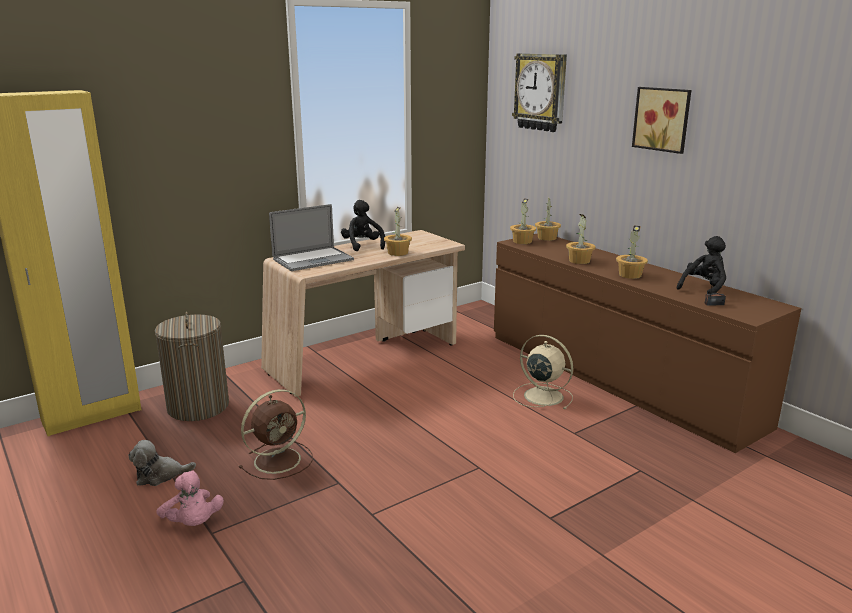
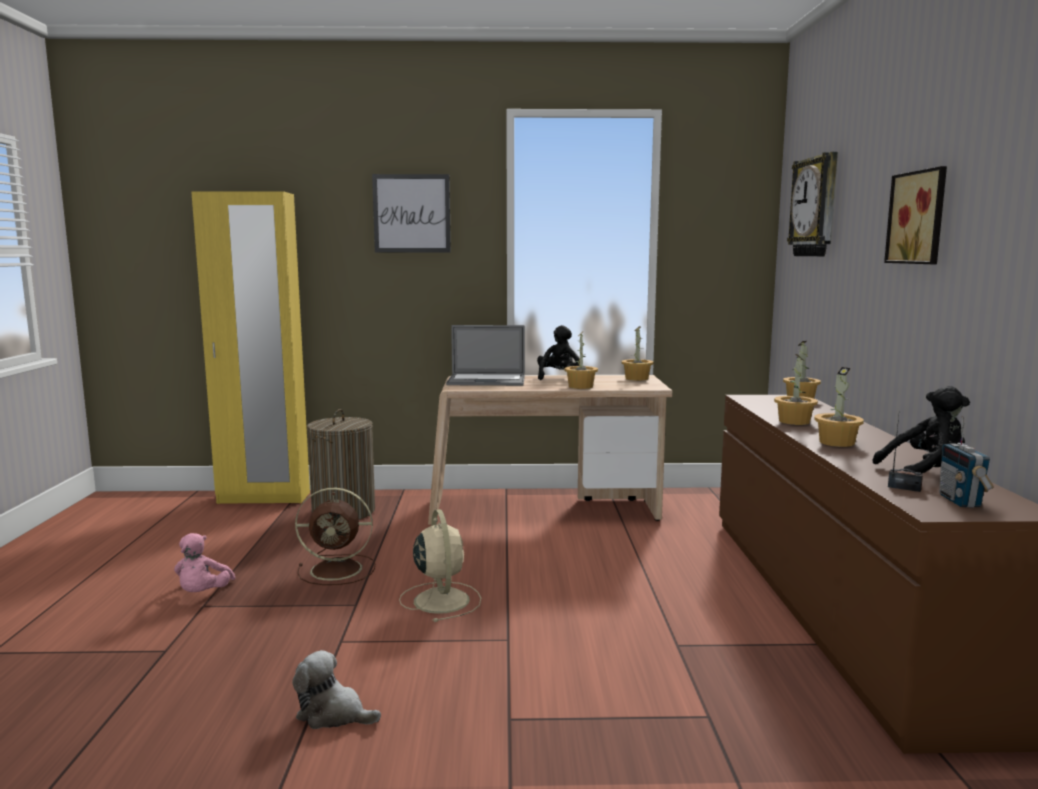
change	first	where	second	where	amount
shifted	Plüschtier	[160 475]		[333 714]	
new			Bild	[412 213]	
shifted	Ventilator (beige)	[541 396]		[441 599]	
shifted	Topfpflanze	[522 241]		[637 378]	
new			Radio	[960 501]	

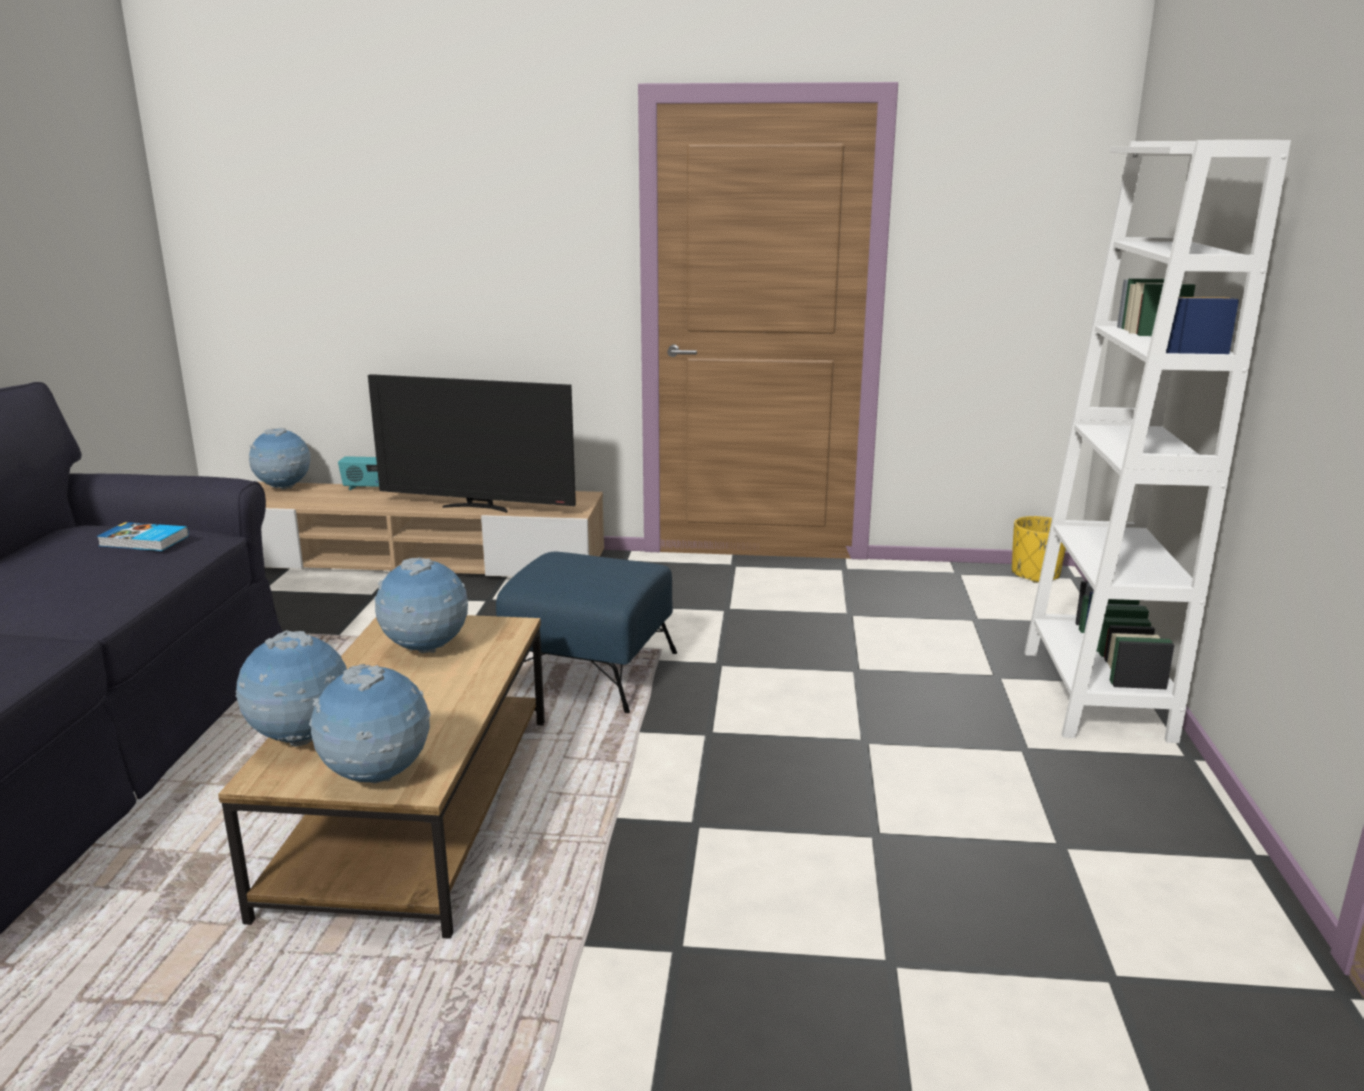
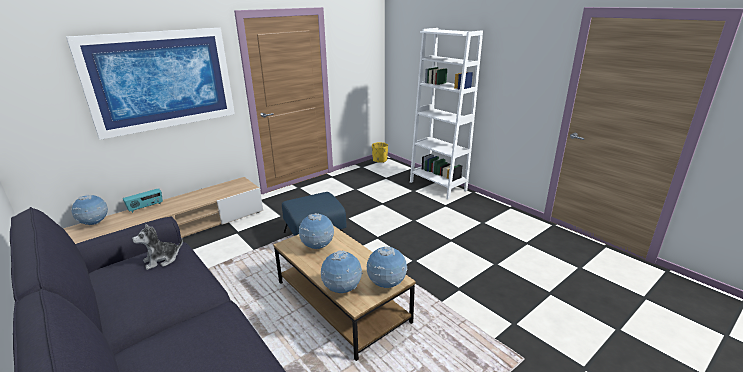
change	first	where	second	where	amount
new			Bild	[161 80]	
swapped	Buch	[143 541]	Plüschtier	[162 260]	
gone	Fernseher	[478 507]			

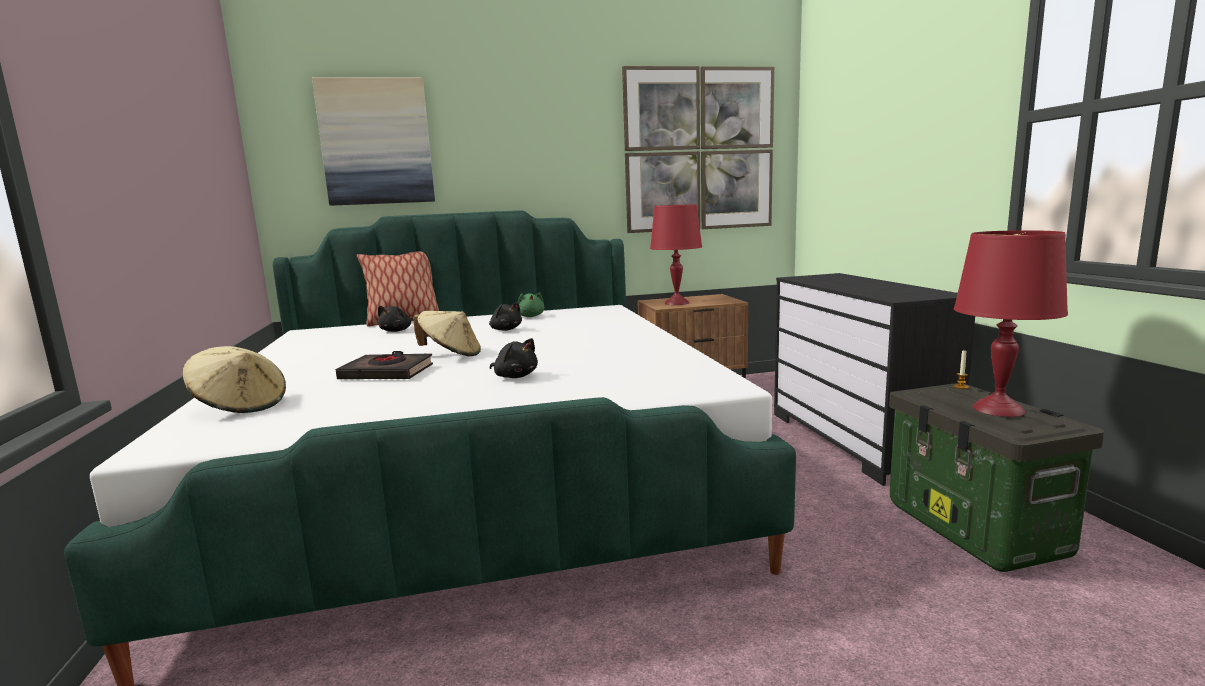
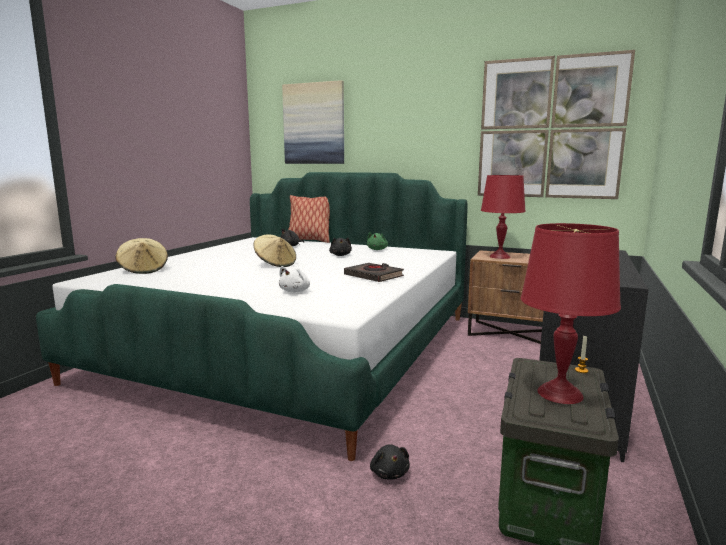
change	first	where	second	where	amount
new			Plüschtier (weiß)	[295 291]	
shifted	Buch (schwarz)	[387 373]		[374 276]	
shifted	Plüschtier (schwarz)	[515 376]		[389 473]	

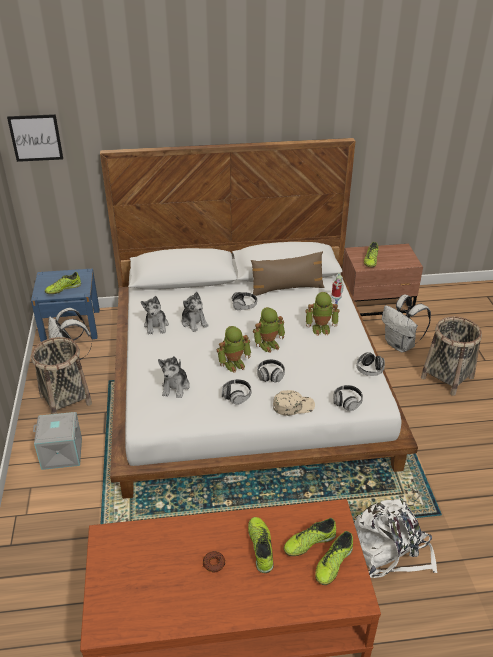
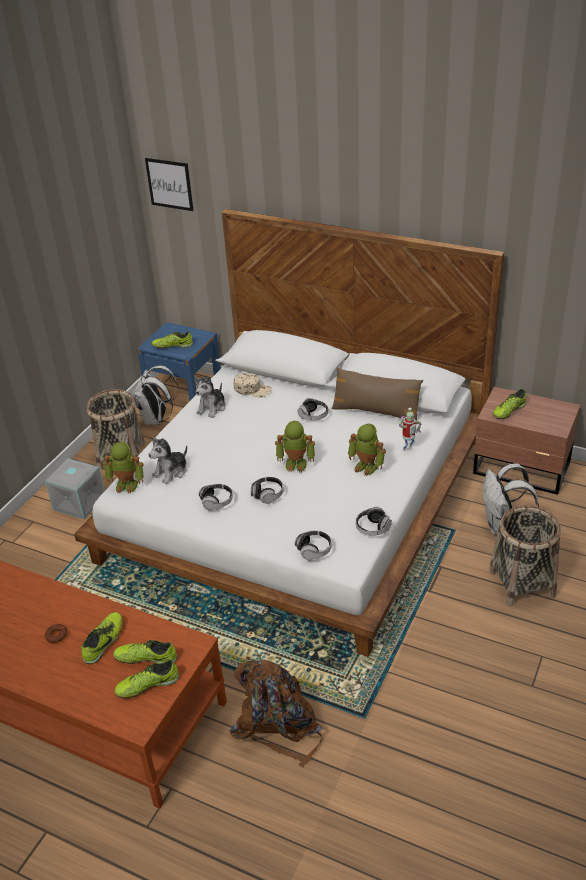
change	first	where	second	where	amount
shifted	Spielzeugroboter	[234 363]		[127 484]	
repainted	Rucksack (weiß)	[390 551]	Rucksack (braun)	[278 724]	
shifted	Kappe (beige)	[293 406]		[252 389]	
gone	Plüschtier	[194 322]			

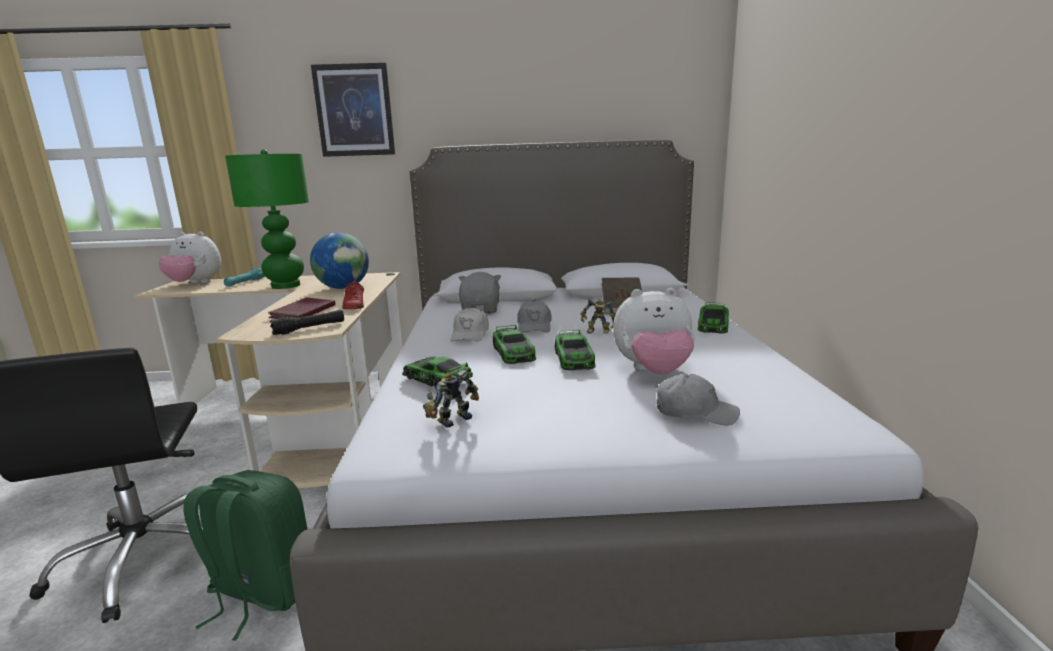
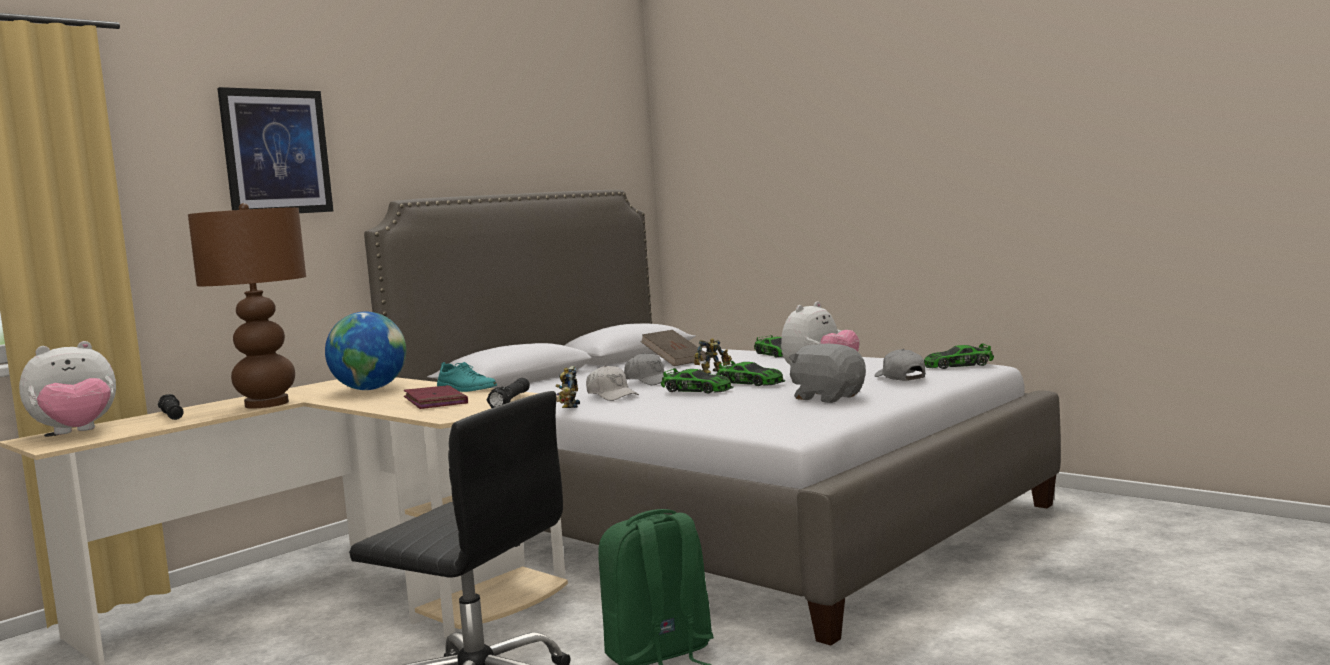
change	first	where	second	where	amount
repainted	Taschenlampe (türkis)	[245 282]	Taschenlampe (schwarz)	[172 416]	
repainted	Tischlampe (grün)	[285 286]	Tischlampe (braun)	[267 404]	
repainted	Schuh (rot)	[354 305]	Schuh (türkis)	[466 389]	
shifted	Spielzeugroboter	[452 419]		[568 406]	
shifted	Plüschtier (grau)	[481 310]		[827 397]	
rotated	Kappe (grau)	[694 412]		[900 378]	75 degrees counterclockwise
shifted	Spielzeugauto	[436 378]		[957 365]	

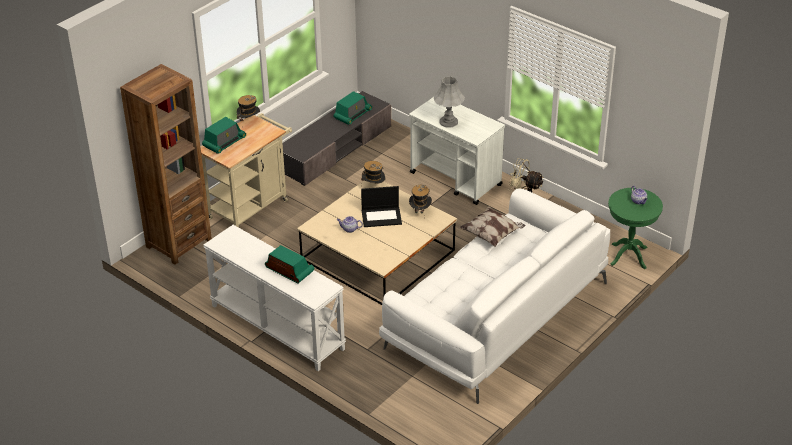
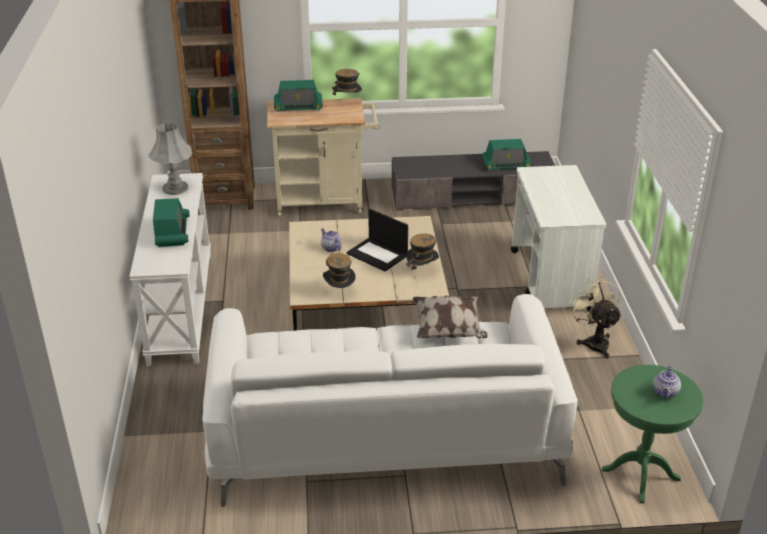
change	first	where	second	where	amount
shifted	Tischlampe (grau)	[448 122]		[175 188]	
shifted	Hut	[373 187]		[339 292]	

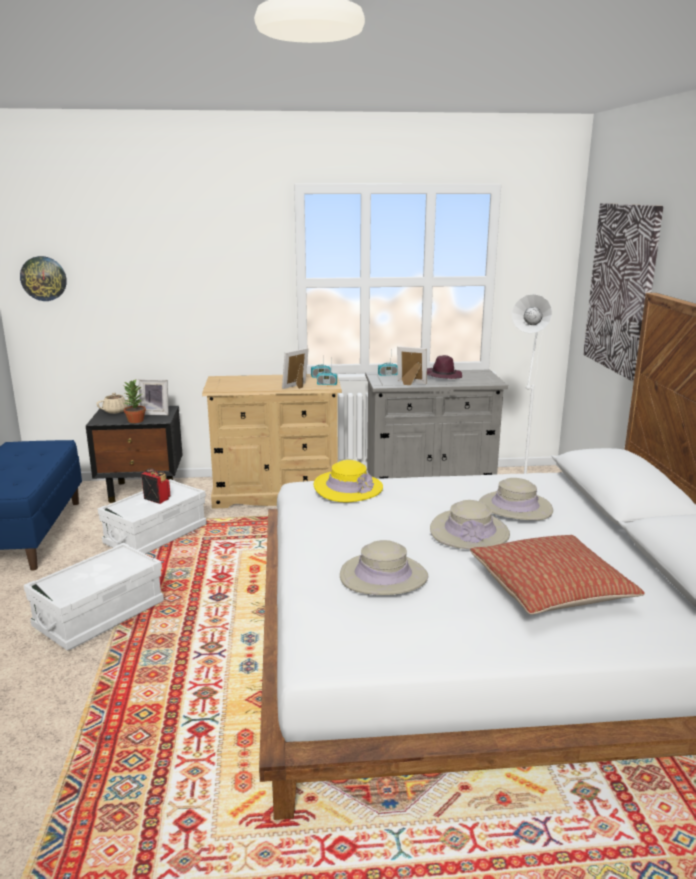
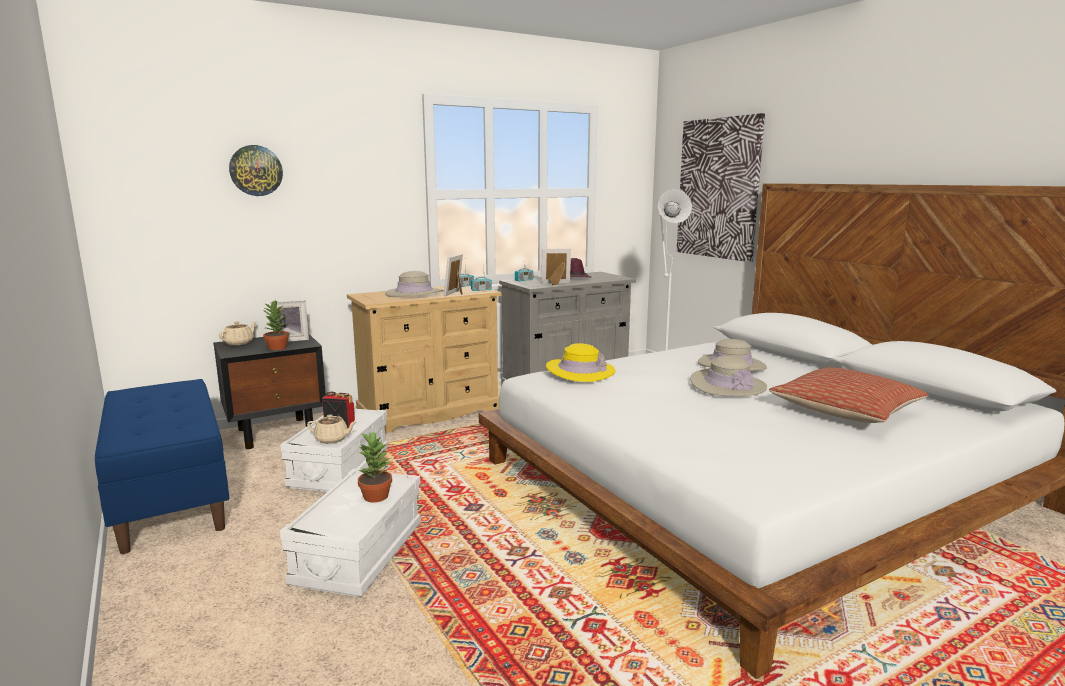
change	first	where	second	where	amount
shifted	Wanduhr	[43 278]		[256 170]	
new			Teekanne (beige)	[332 439]	
new			Topfpflanze	[375 496]	
shifted	Hut (beige)	[383 576]		[414 293]	

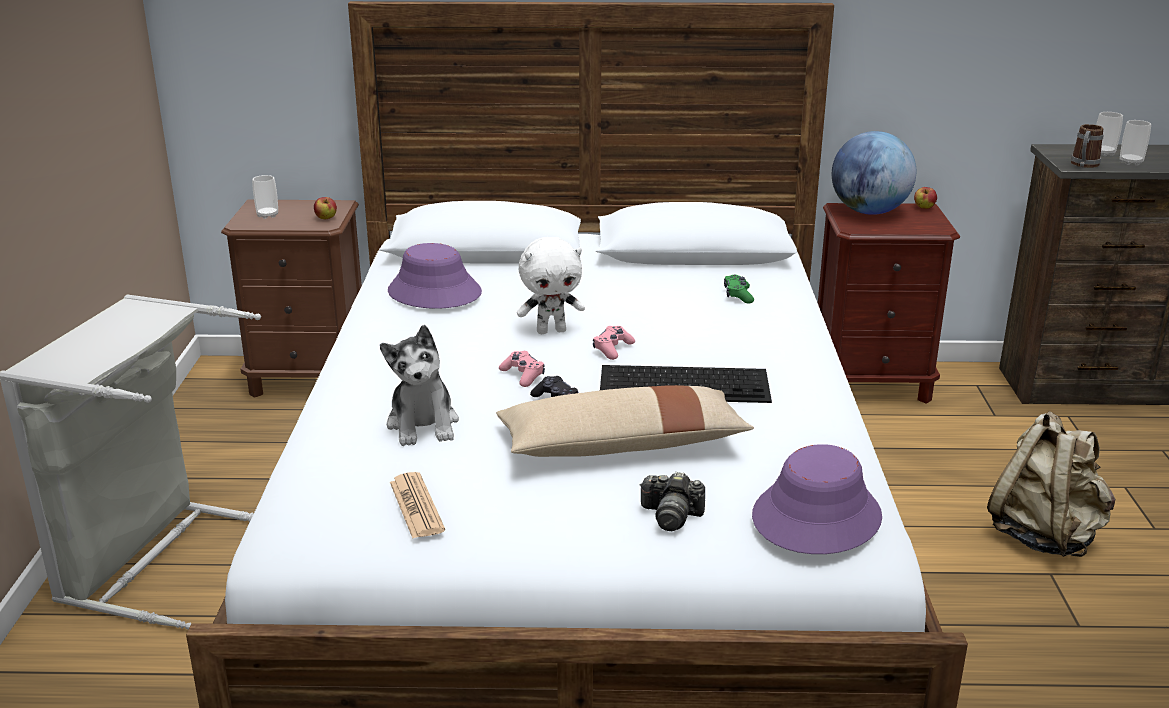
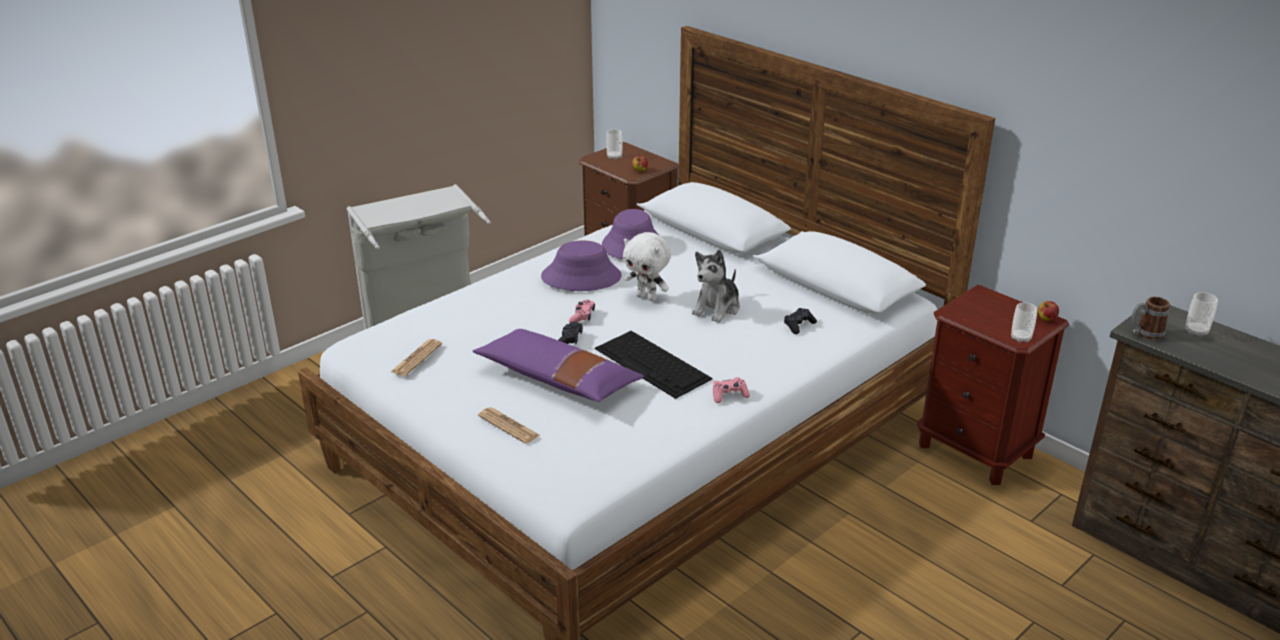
change	first	where	second	where	amount
repainted	Kissen (beige)	[622 445]	Kissen (lila)	[558 379]	
swapped	Kamera	[671 516]	Zeitung	[508 426]	
shifted	Hut (lila)	[816 517]		[581 277]	
shifted	Plüschtier	[423 424]		[717 308]	
shifted	Gamepad (rosa)	[612 349]		[729 395]	
repainted	Gamepad (grün)	[738 295]	Gamepad (schwarz)	[799 325]	
shifted	Tasse	[1130 162]		[1020 338]	
gone	Globus	[869 212]			
gone	Rucksack (beige)	[1044 536]			

